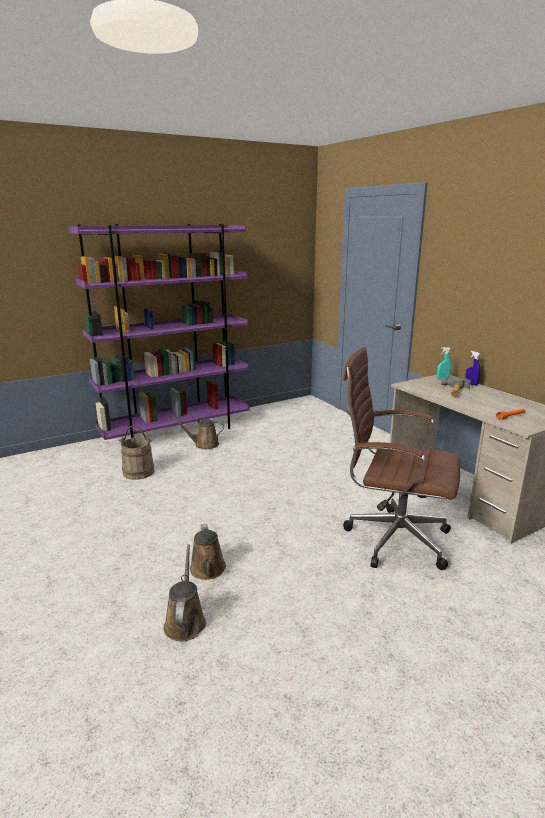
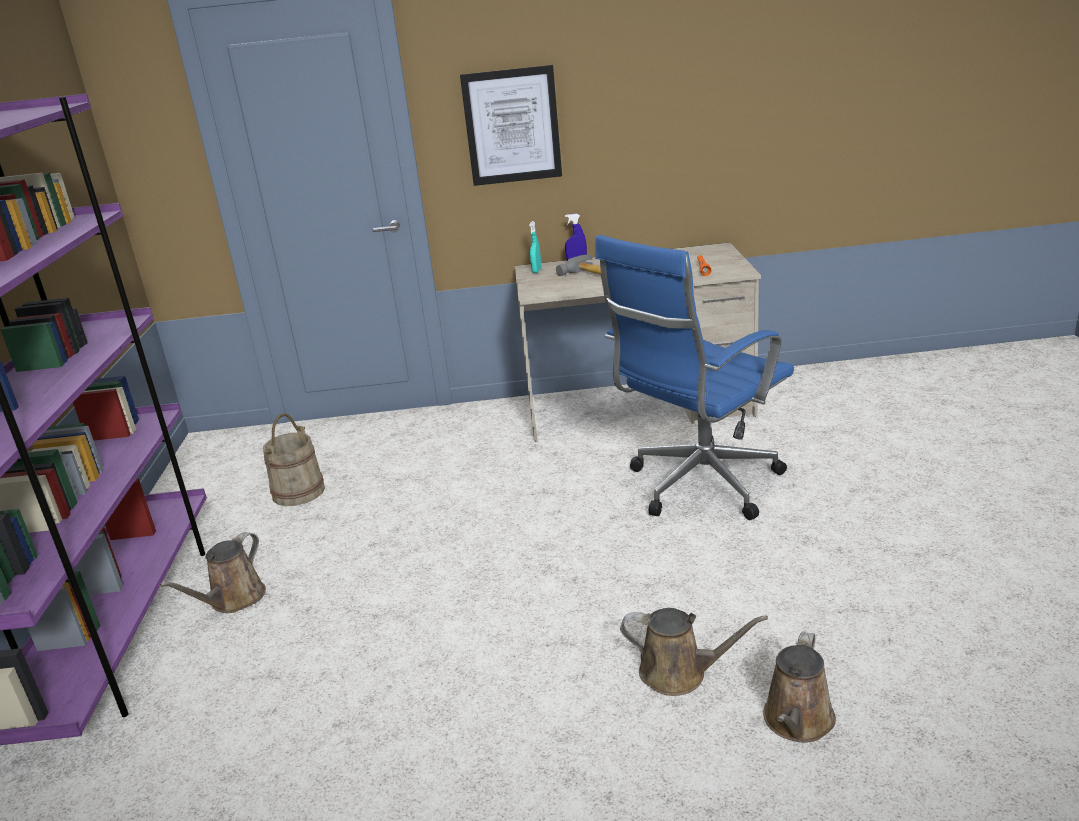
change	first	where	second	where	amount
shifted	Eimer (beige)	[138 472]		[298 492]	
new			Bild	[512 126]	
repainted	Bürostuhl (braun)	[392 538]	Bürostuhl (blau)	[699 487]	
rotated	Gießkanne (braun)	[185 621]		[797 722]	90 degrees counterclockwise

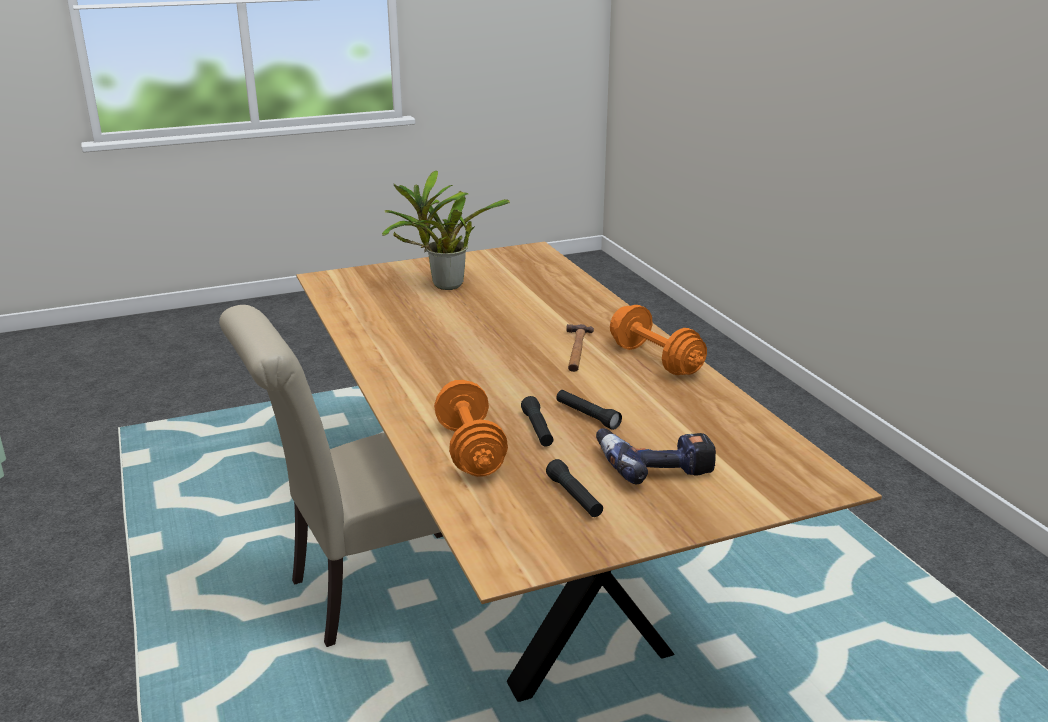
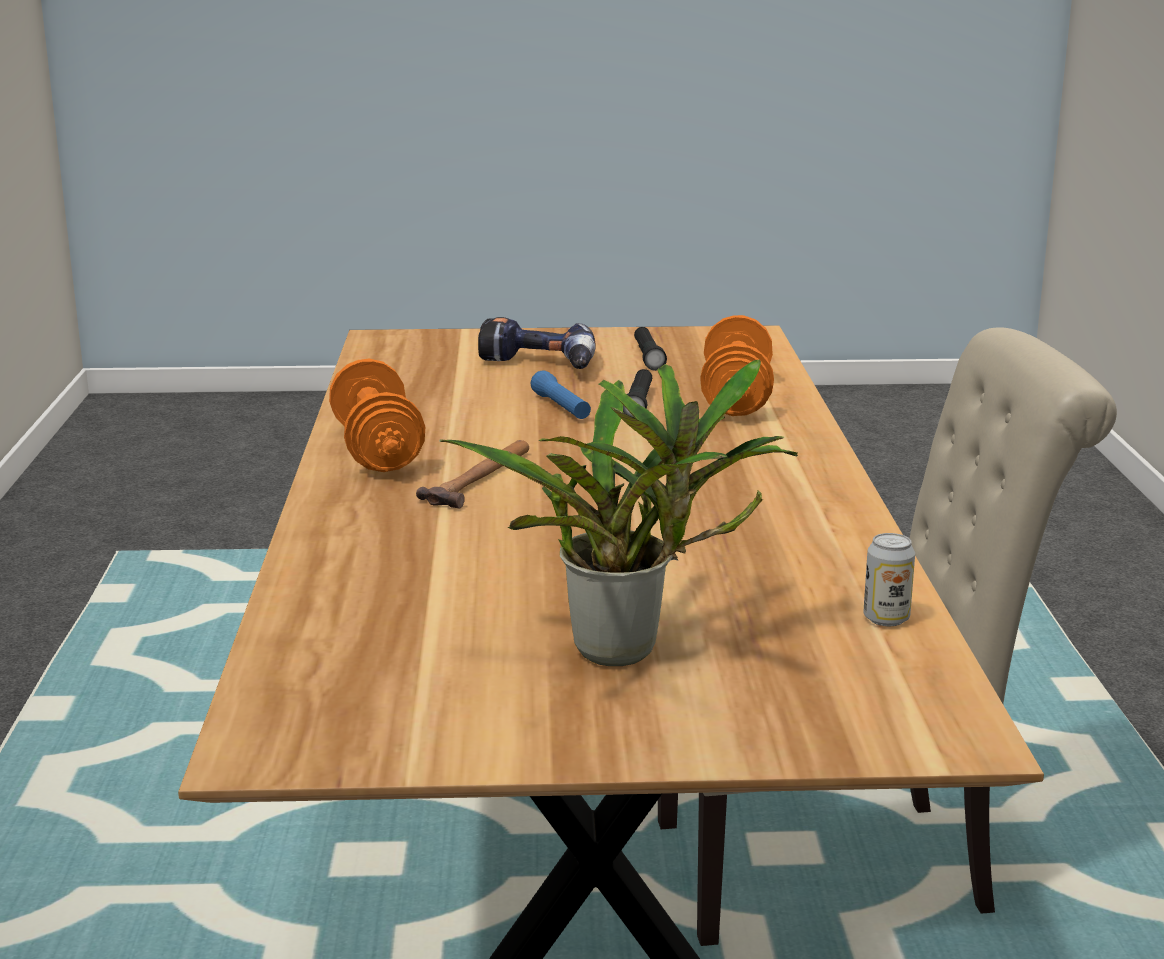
change	first	where	second	where	amount
repainted	Taschenlampe (schwarz)	[587 416]	Taschenlampe (blau)	[561 407]	
new			Dose	[886 619]	

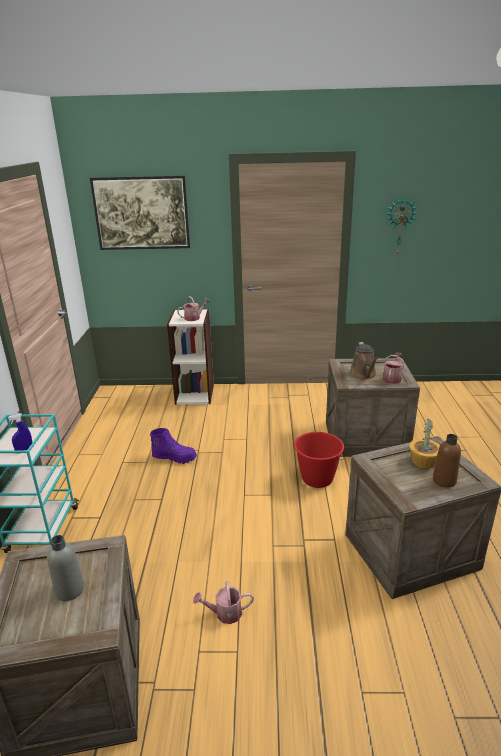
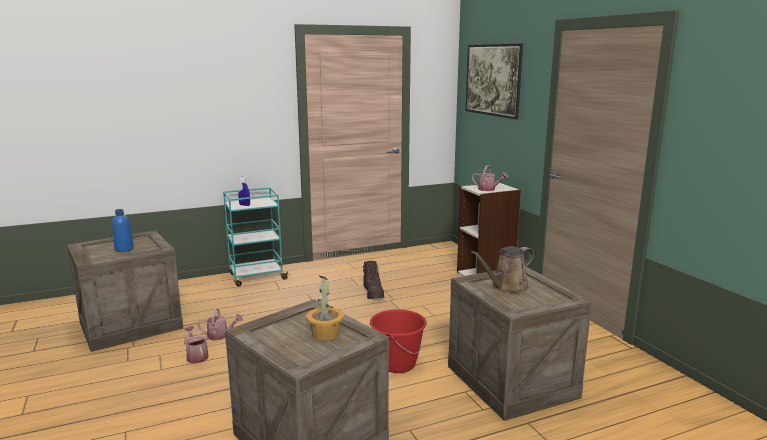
change	first	where	second	where	amount
repainted	Flasche (grau)	[69 590]	Flasche (blau)	[124 249]	
shifted	Gießkanne	[392 378]		[221 335]	
repainted	Stiefel (lila)	[174 457]	Stiefel (braun)	[373 293]	
gone	Wanduhr	[399 226]			
gone	Flasche (braun)	[444 481]			

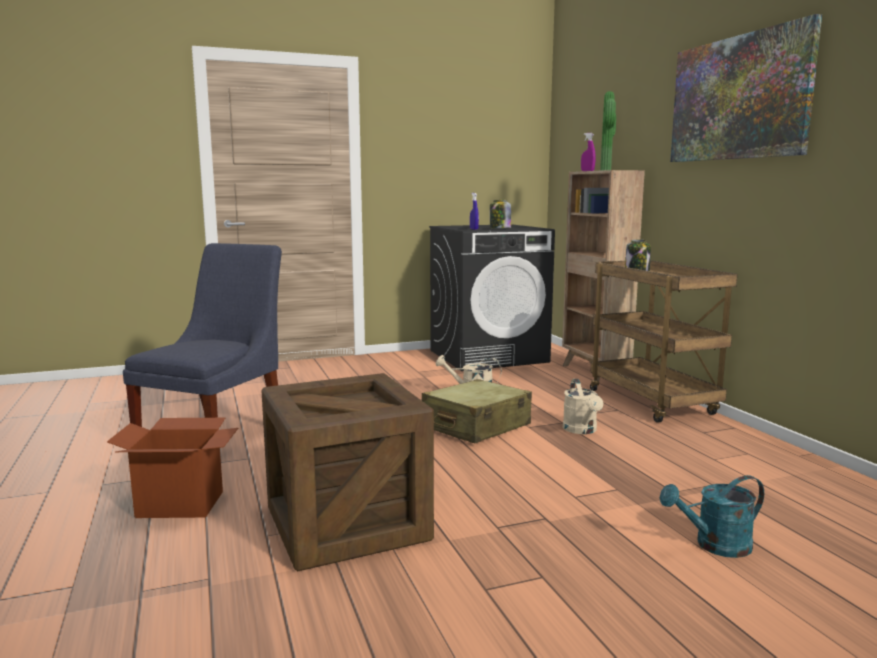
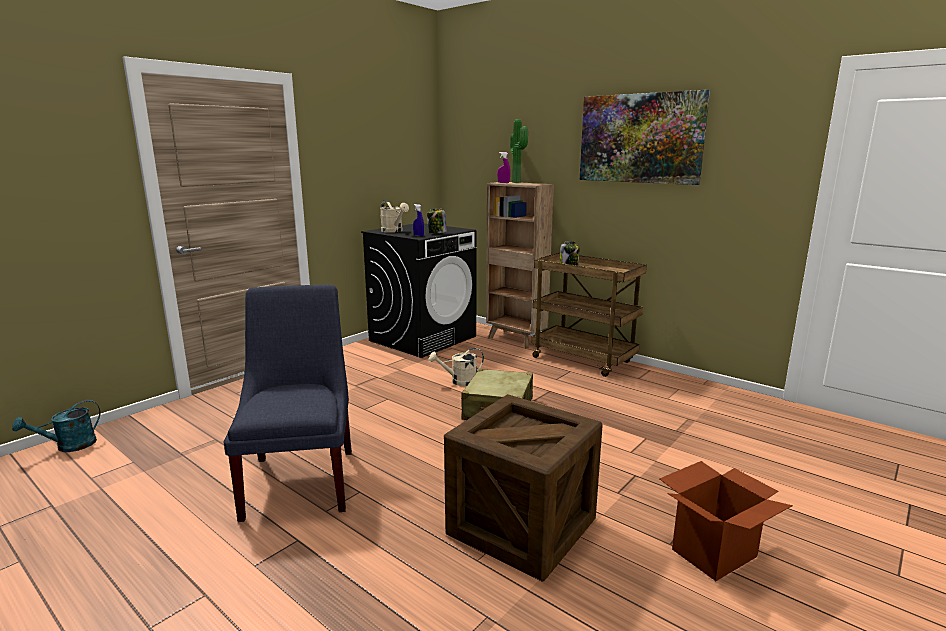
change	first	where	second	where	amount
shifted	Gießkanne (türkis)	[715 546]		[69 446]	
shifted	Gießkanne (beige)	[582 430]		[394 231]	
shifted	Karton	[181 504]		[714 553]	

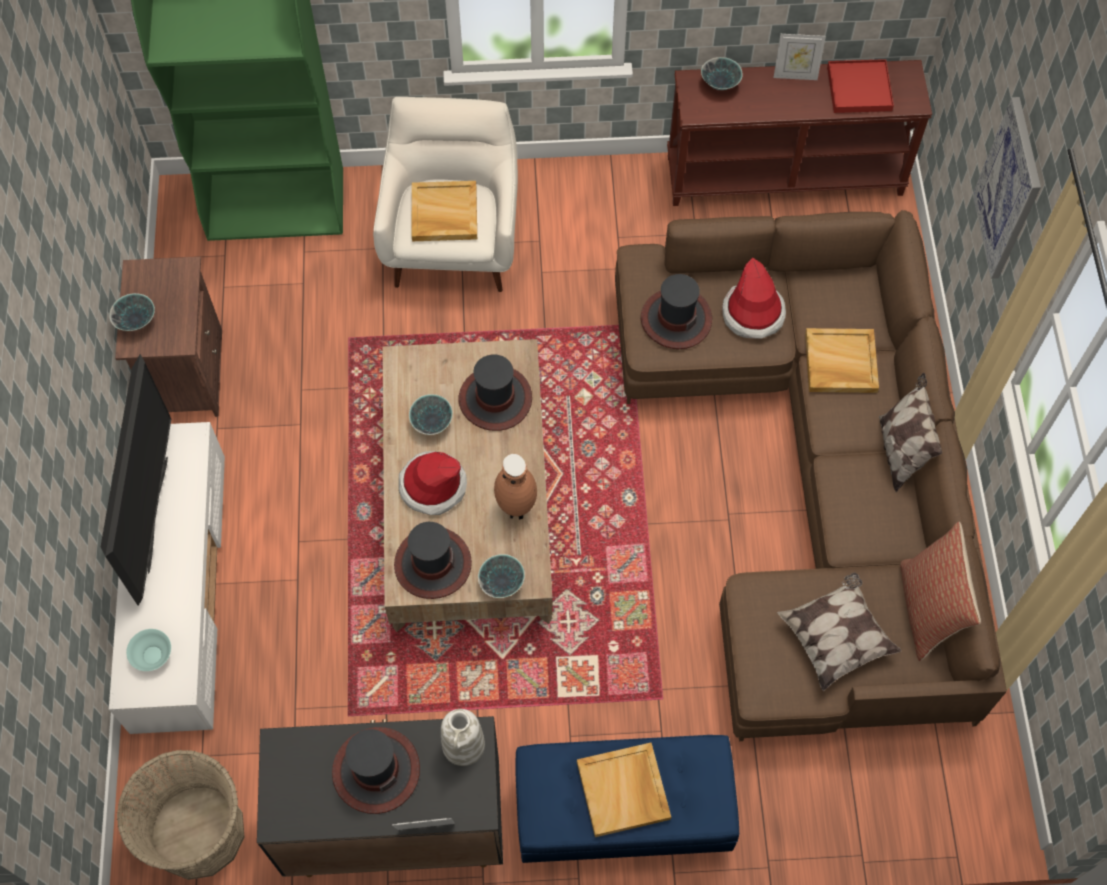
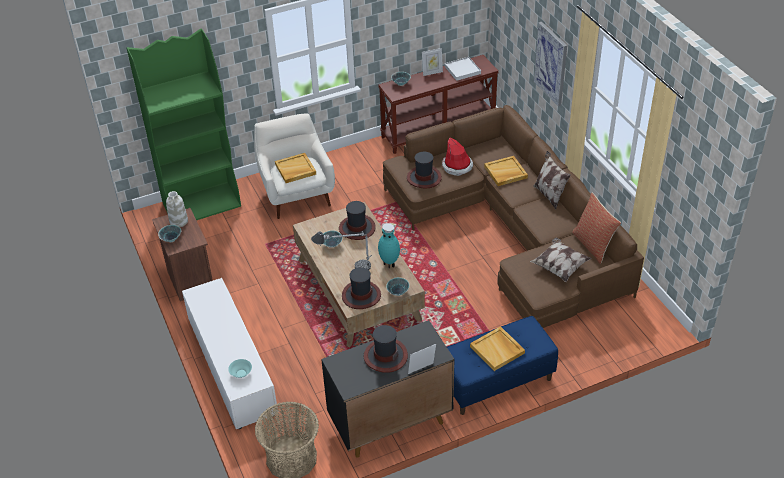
change	first	where	second	where	amount
shifted	Vase (weiß)	[463 746]		[179 221]	
swapped	Hut	[432 486]	Tischlampe	[345 267]	
repainted	Vase (braun)	[517 508]	Vase (türkis)	[390 264]	
repainted	Tablett (rot)	[859 89]	Tablett (weiß)	[462 70]	
gone	Fernseher	[155 514]			

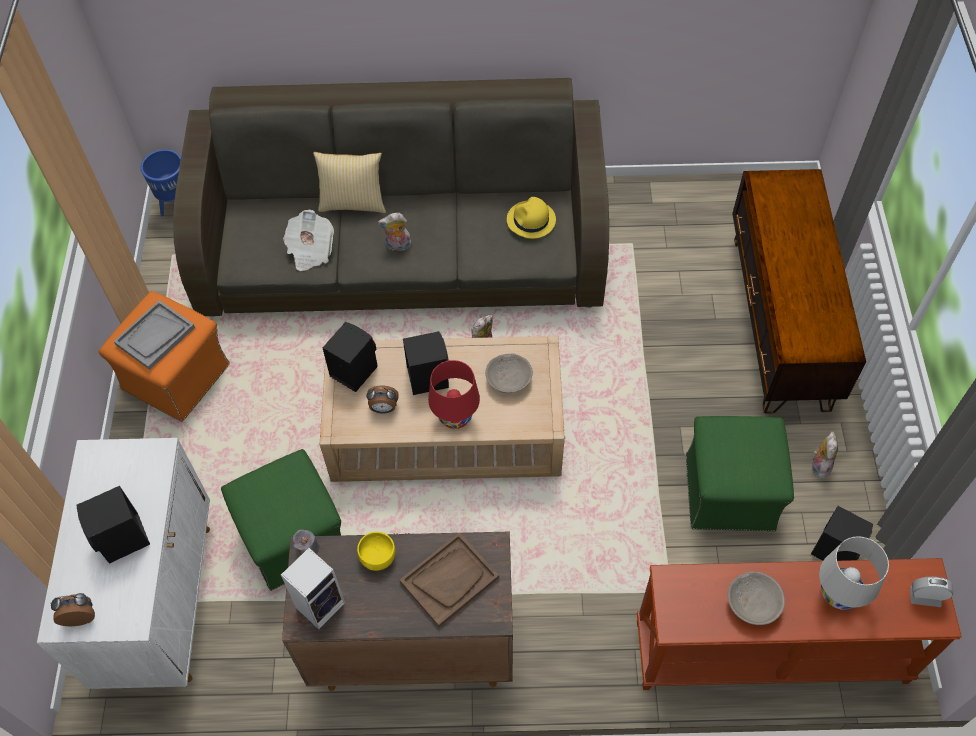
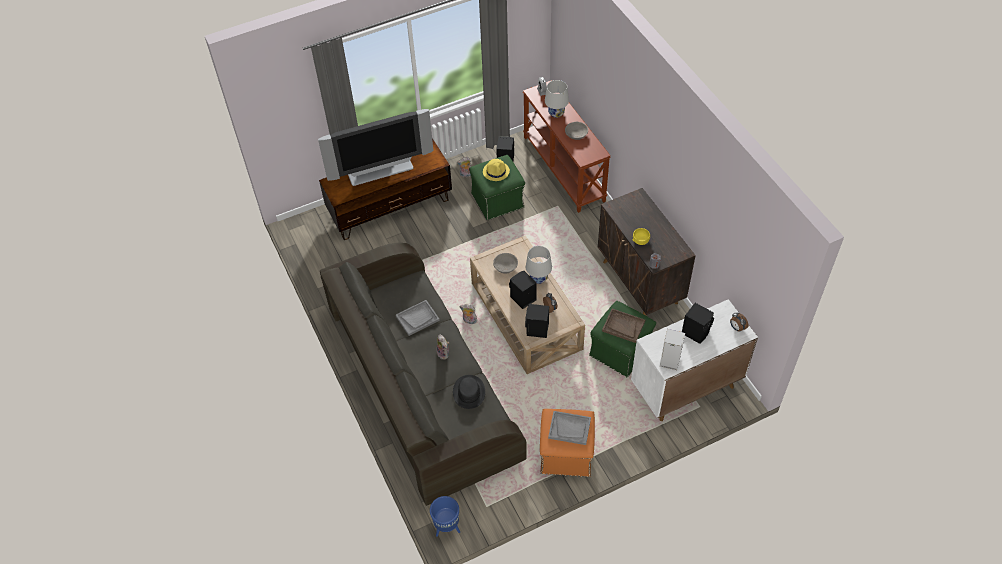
change	first	where	second	where	amount
new			Fernseher	[381 171]	
new			Tablett (grau)	[417 318]	
swapped	Zeitung	[310 250]	Hut (schwarz)	[469 392]	
shifted	Hut (gelb)	[531 220]		[496 171]	
repainted	Tischlampe (rot)	[455 417]	Tischlampe (weiß)	[538 278]	
shifted	Tablett (braun)	[449 580]		[623 326]	
shifted	Lautsprecher	[321 603]		[668 361]	
gone	Kissen	[353 203]			

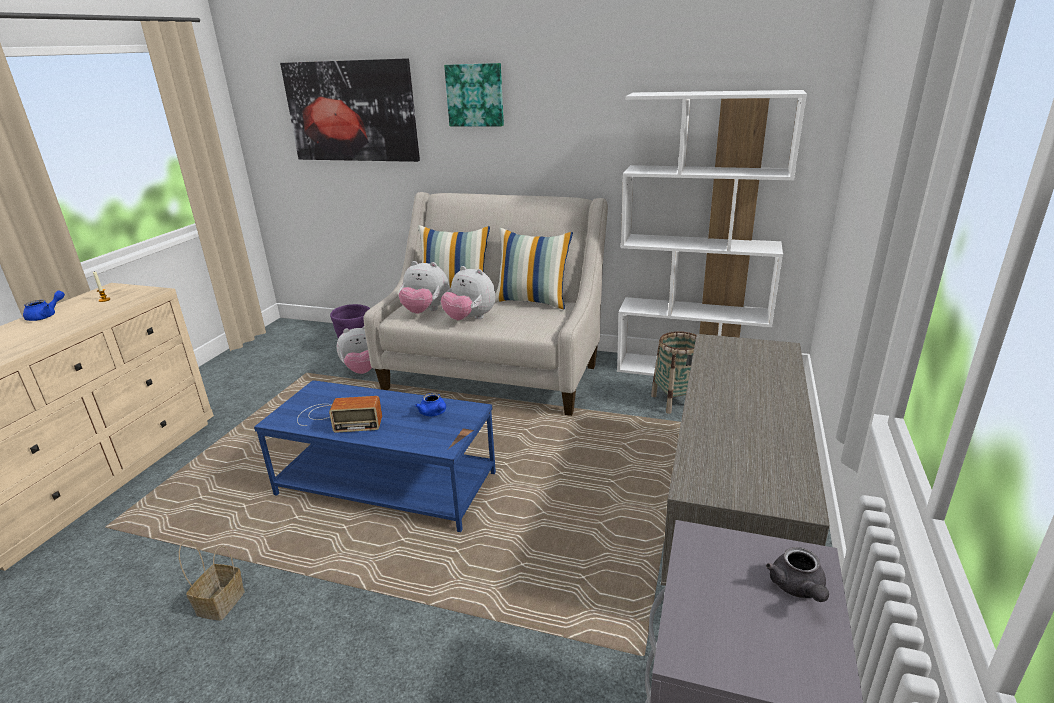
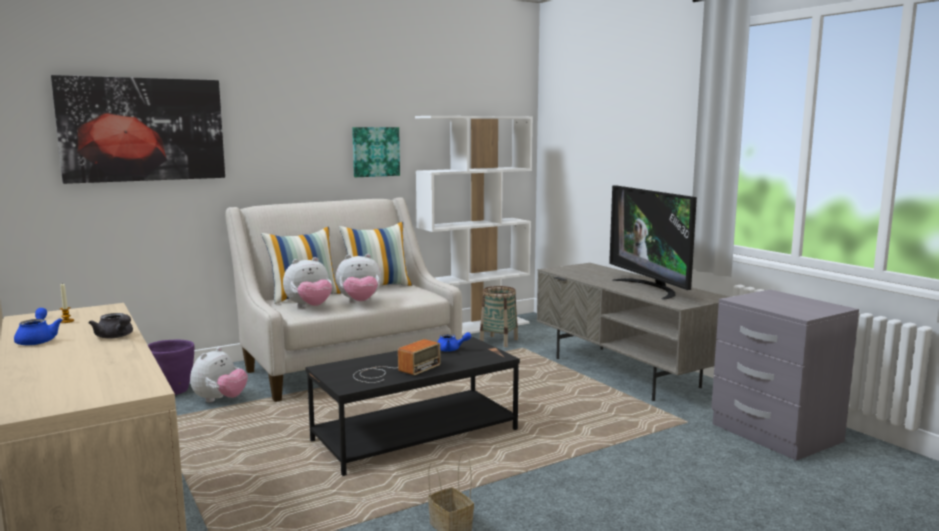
change	first	where	second	where	amount
shifted	Teekanne (grau)	[798 589]		[115 337]	
repainted	Couchtisch (blau)	[387 484]	Couchtisch (schwarz)	[416 435]	
shifted	Bild	[475 95]		[375 151]	
new			Fernseher	[651 288]	

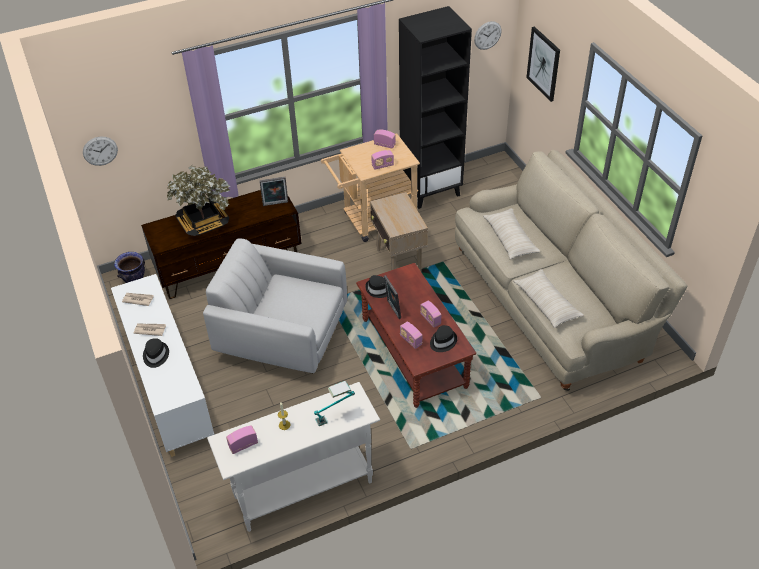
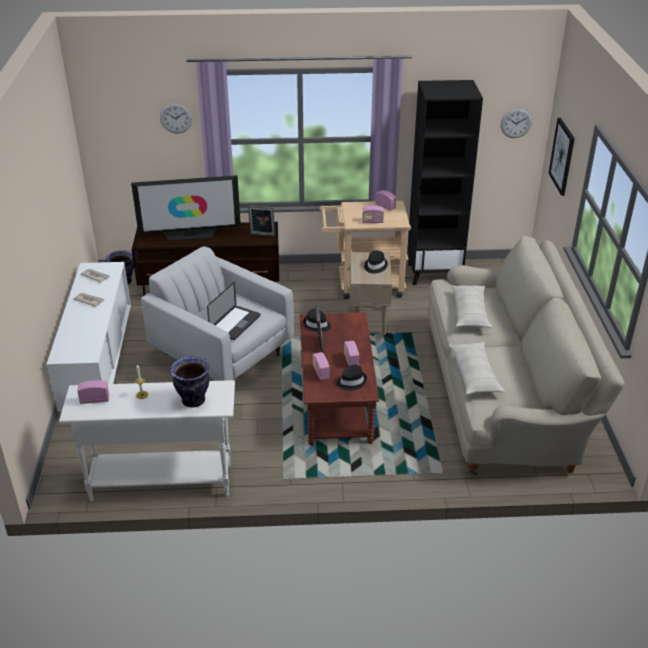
change	first	where	second	where	amount
swapped	Topfpflanze	[203 222]	Fernseher	[190 235]	
shifted	Wanduhr	[100 151]		[176 118]	
swapped	Tischlampe	[335 416]	Vase	[193 400]	
new			Laptop	[235 323]	
shifted	Hut (schwarz)	[155 355]		[375 266]	

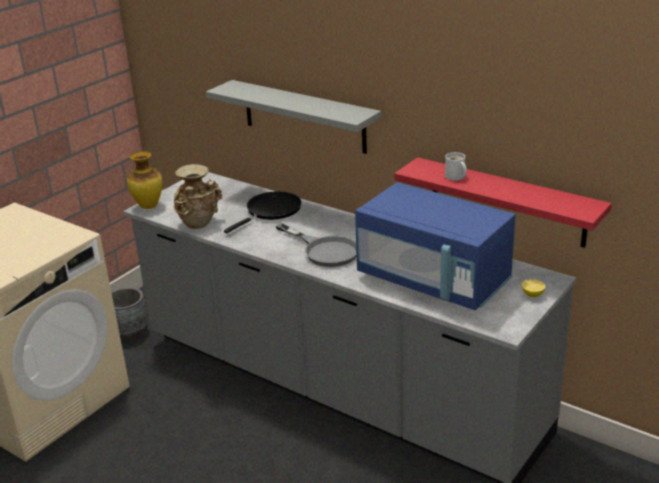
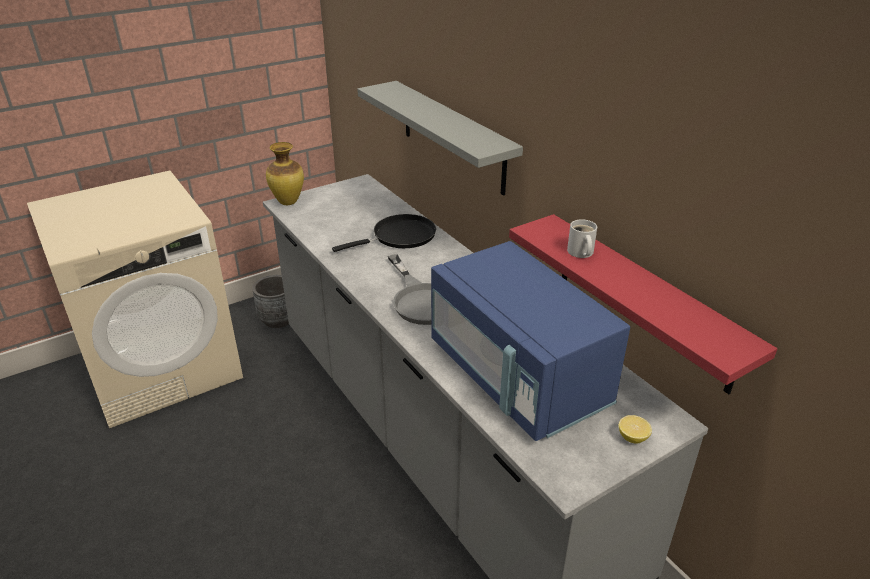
change	first	where	second	where	amount
gone	Vase (beige)	[199 224]			

